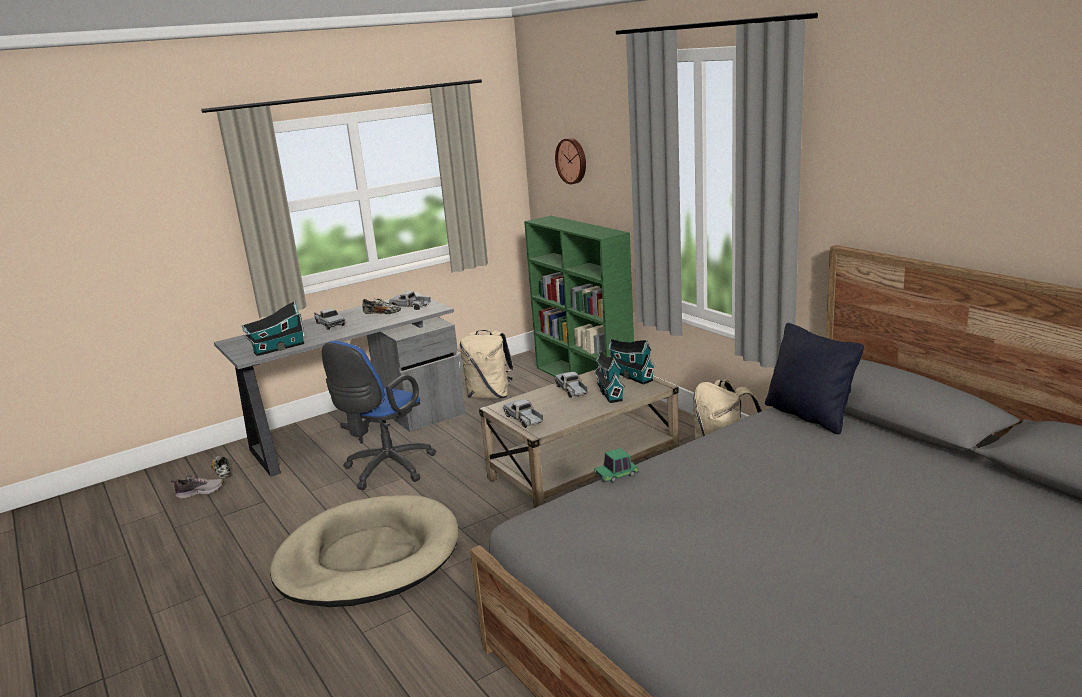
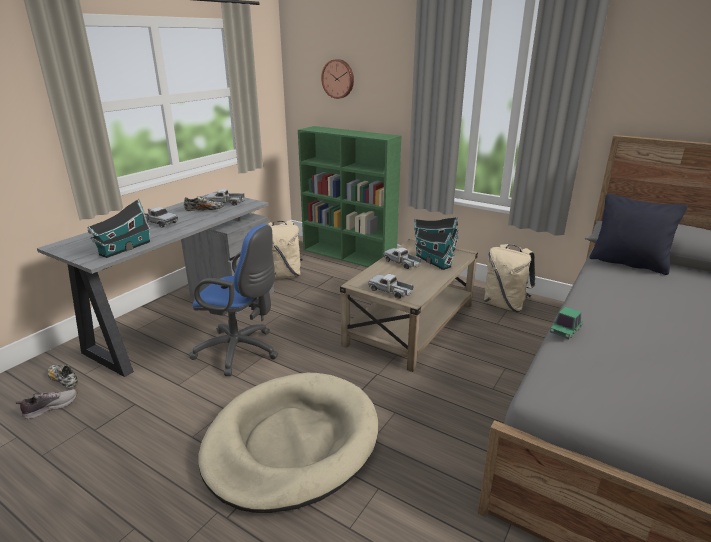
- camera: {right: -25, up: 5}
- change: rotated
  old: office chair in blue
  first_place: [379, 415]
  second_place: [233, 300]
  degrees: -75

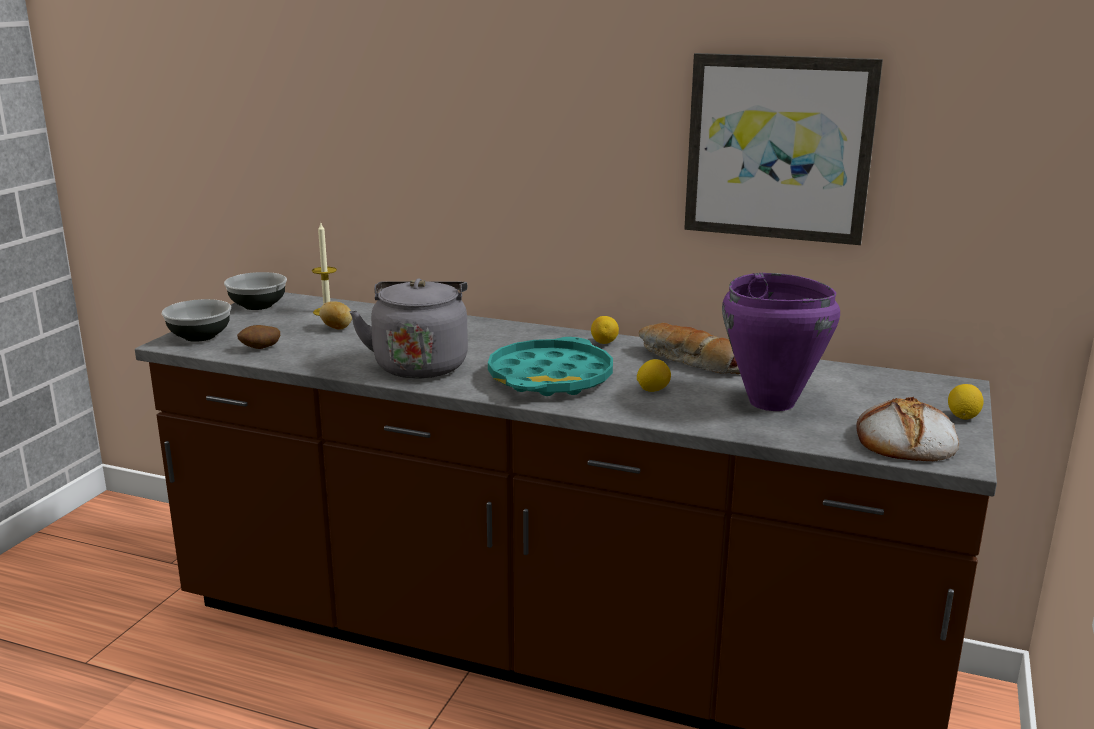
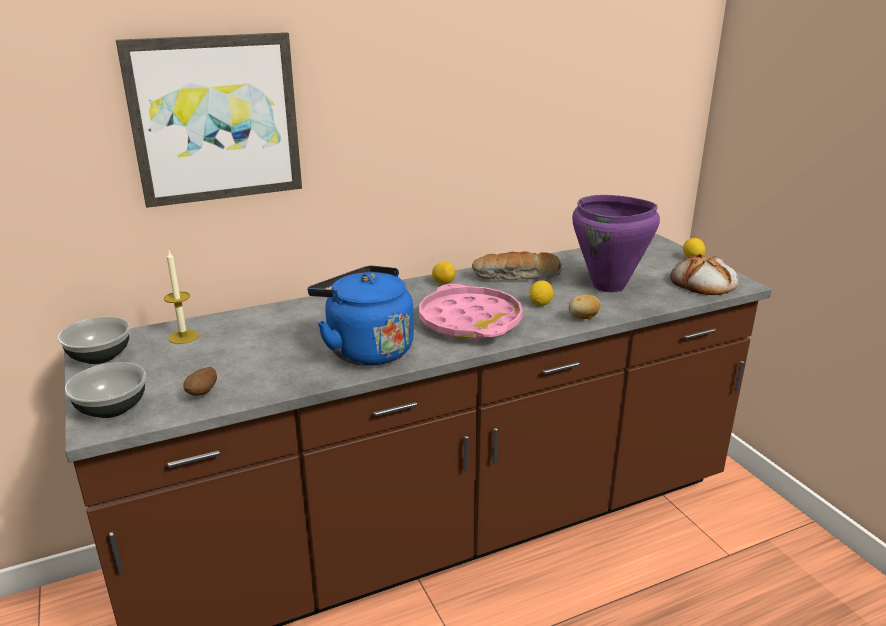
- camera: {right: -45, up: 5}
- change: shifted
  old: picture
  first_place: [783, 149]
  second_place: [209, 120]
- change: repainted
  old: kettle in grey
  new: kettle in blue
  first_place: [409, 328]
  second_place: [361, 315]
- change: repainted
  old: tray in turquoise
  new: tray in pink
  first_place: [550, 366]
  second_place: [471, 312]
- change: shifted
  old: potato
  first_place: [335, 315]
  second_place: [584, 306]

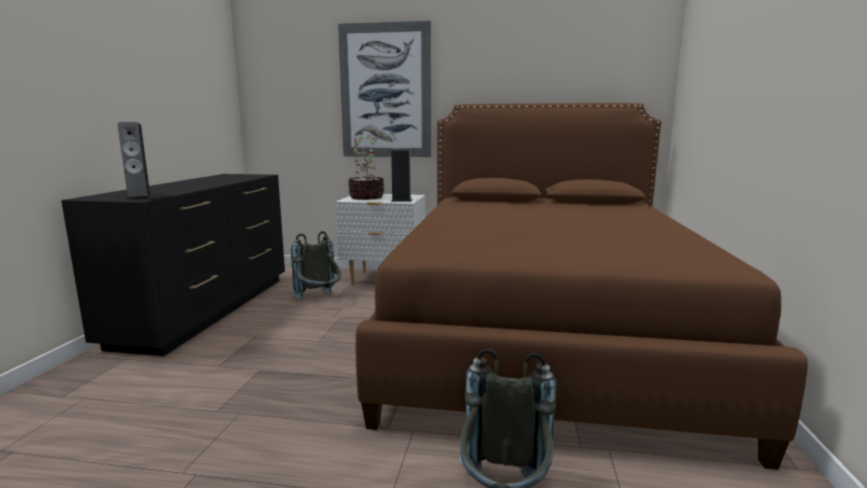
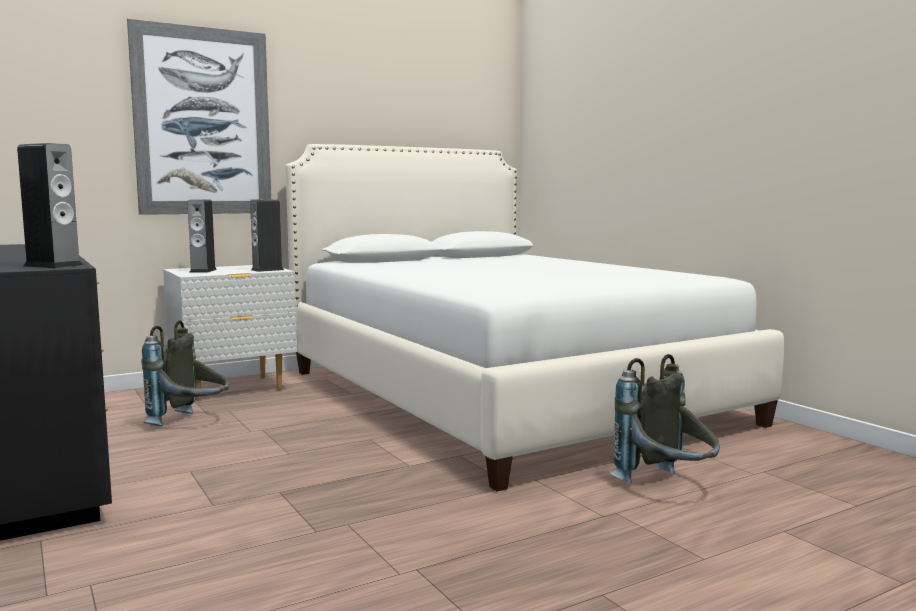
- camera: {right: -40, up: -5}
- change: swapped
  old: potted plant
  new: speaker
  first_place: [366, 167]
  second_place: [202, 235]
- change: repainted
  old: bed in brown
  new: bed in white
  first_place: [582, 286]
  second_place: [535, 318]

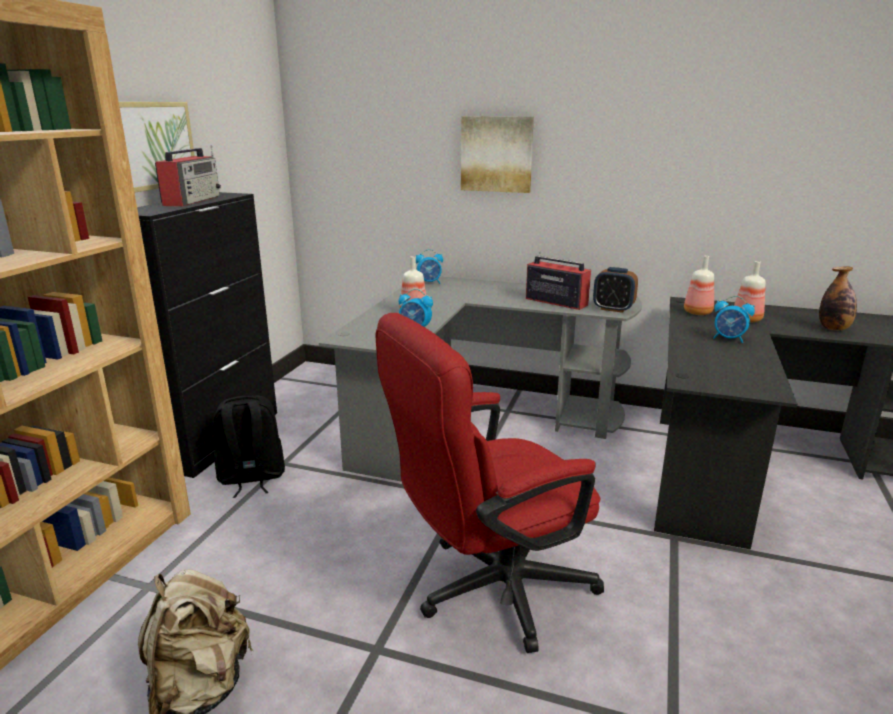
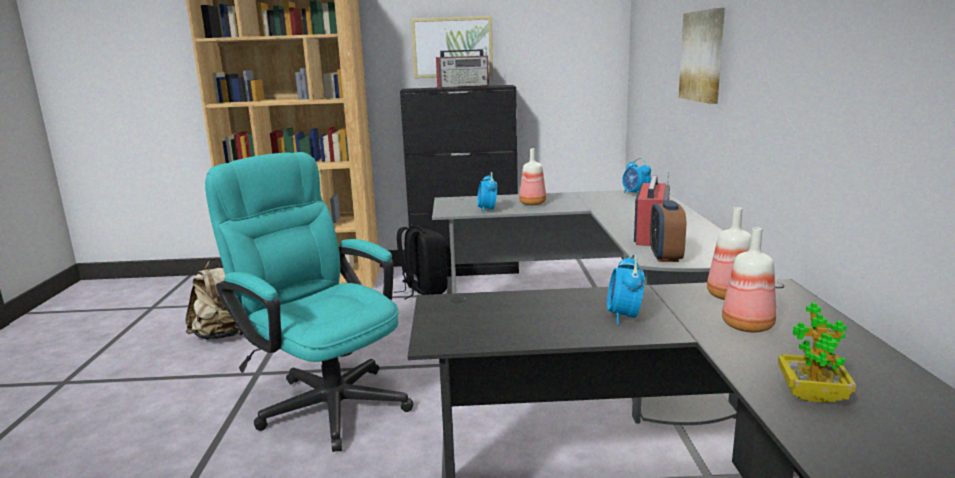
- camera: {right: 70, up: -5}
- change: repainted
  old: office chair in red
  new: office chair in turquoise
  first_place: [490, 483]
  second_place: [309, 302]
- change: swapped
  old: bottle
  new: potted plant
  first_place: [838, 298]
  second_place: [817, 352]

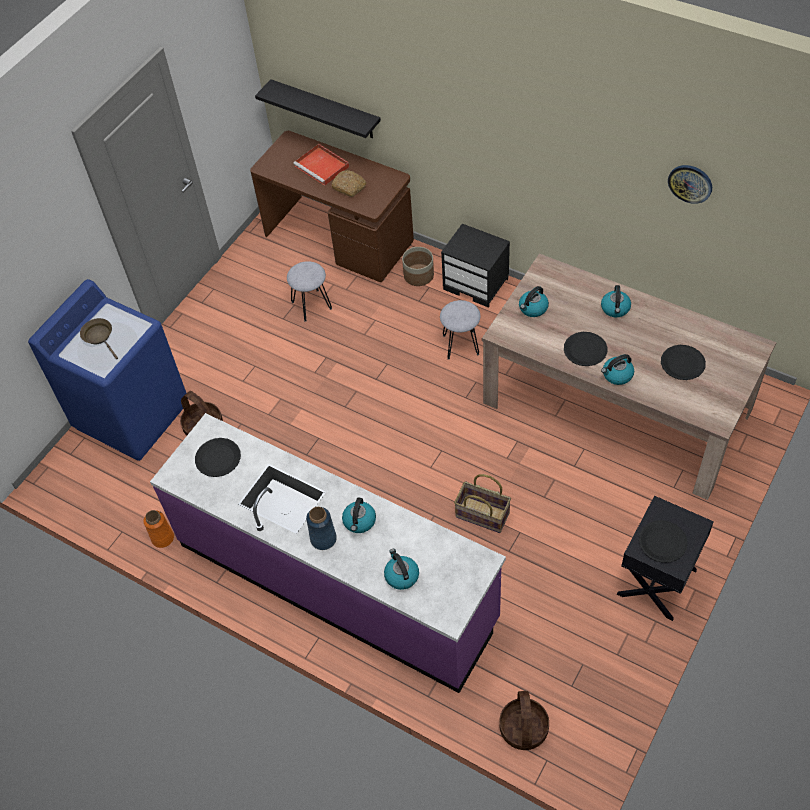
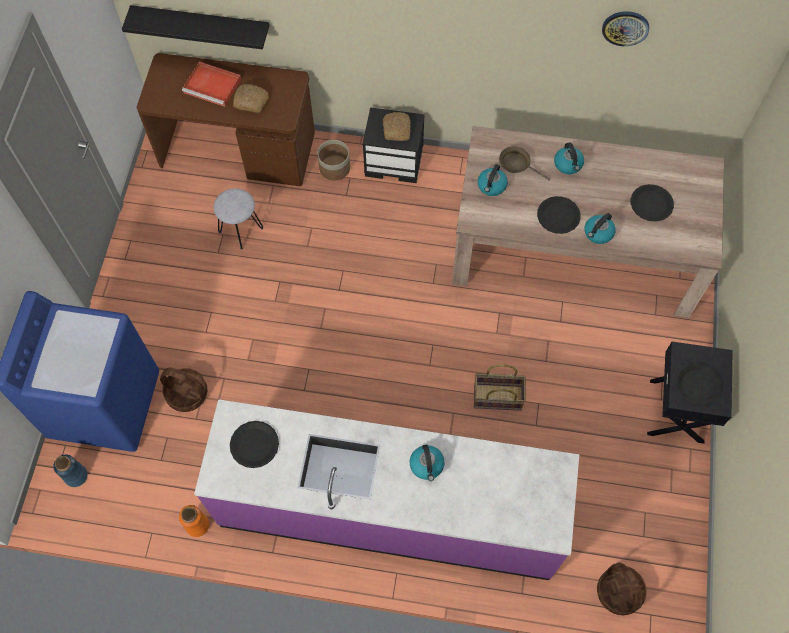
- camera: {right: -25, up: 10}
- change: shifted
  old: vase in blue
  first_place: [321, 528]
  second_place: [70, 471]
- change: new
  new: bread
  second_place: [397, 126]
- change: shifted
  old: frying pan in brown
  first_place: [99, 338]
  second_place: [524, 163]
- change: gone
  old: kettle
  first_place: [401, 569]
- change: gone
  old: stool in grey
  first_place: [460, 330]

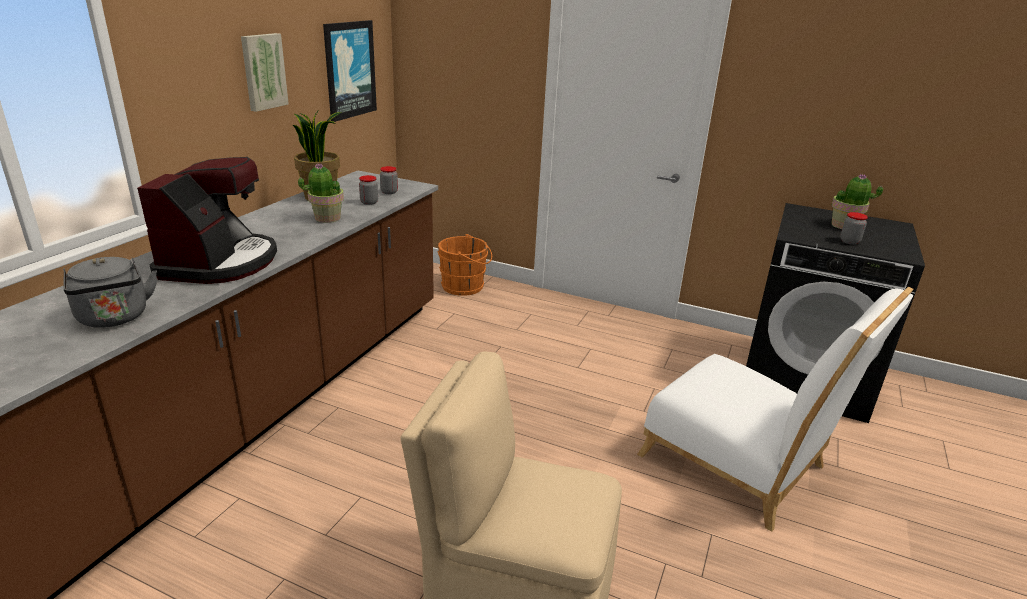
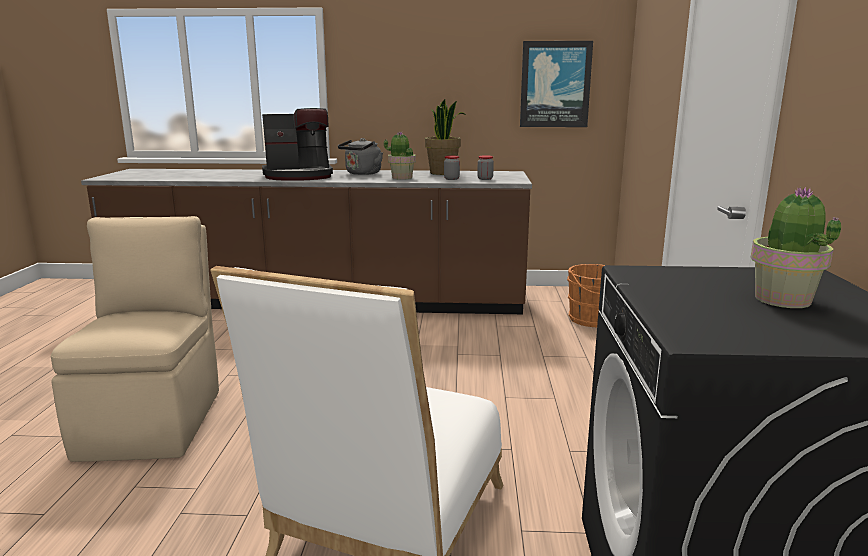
- camera: {right: 70, up: -10}
- change: shifted
  old: kettle in grey
  first_place: [110, 292]
  second_place: [360, 156]
- change: gone
  old: picture
  first_place: [265, 72]
- change: gone
  old: jar
  first_place: [854, 228]

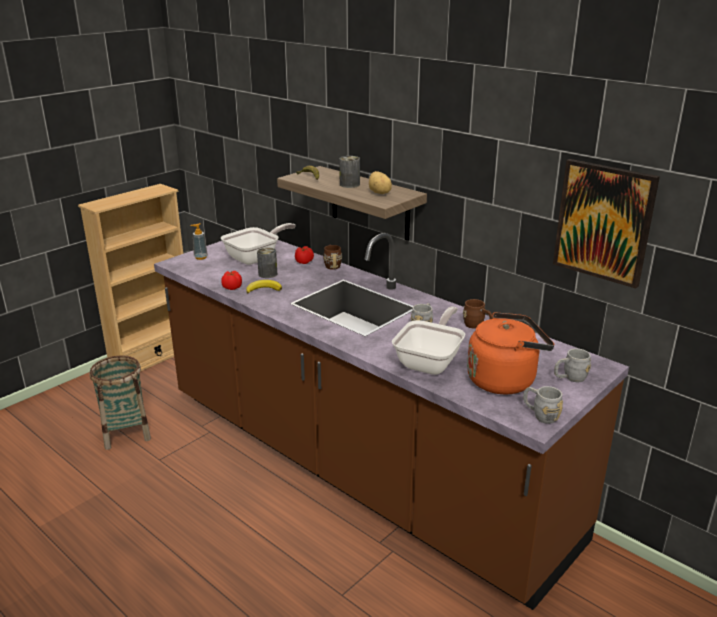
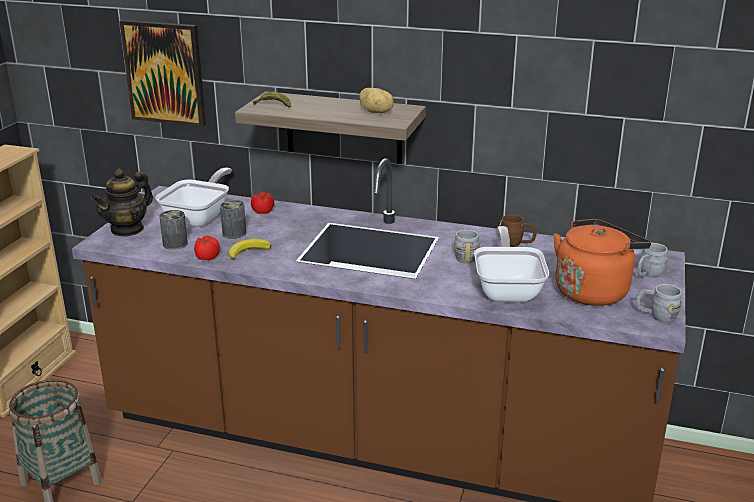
- camera: {right: -25, up: 0}
- change: swapped
  old: soap dispenser
  new: teapot
  first_place: [199, 241]
  second_place: [122, 203]
- change: shifted
  old: picture
  first_place: [606, 223]
  second_place: [162, 73]
- change: shifted
  old: can
  first_place: [349, 172]
  second_place: [173, 230]
- change: gone
  old: mug in brown
  first_place: [332, 257]

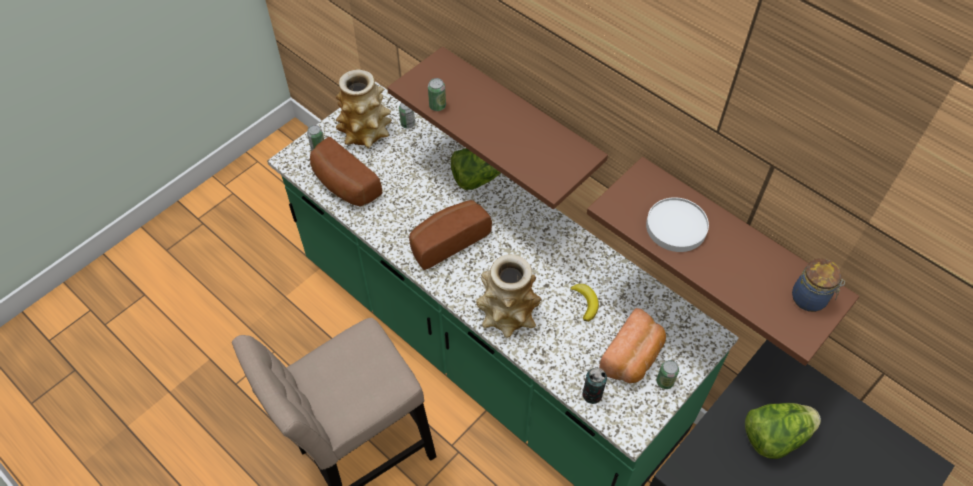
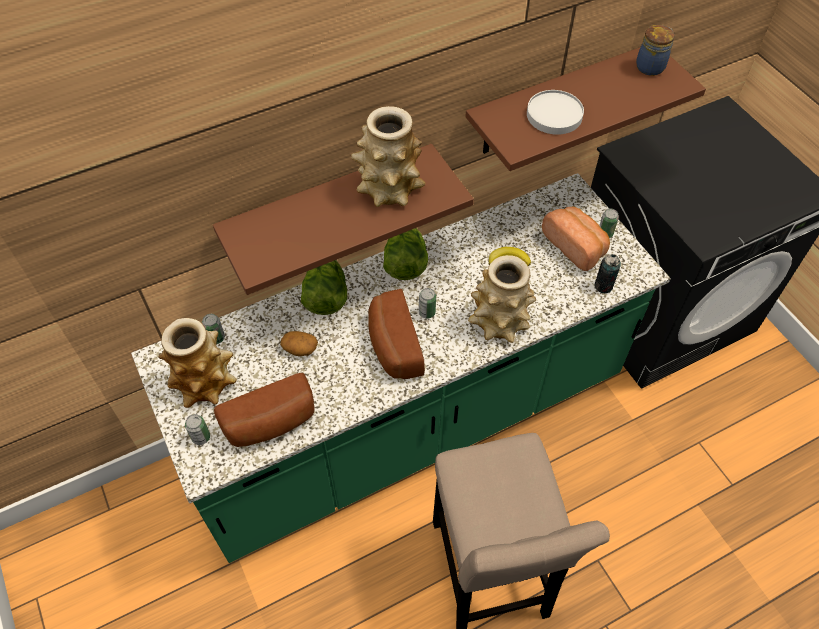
- camera: {right: -70, up: 0}
- change: new
  new: potato
  second_place: [299, 343]
- change: new
  new: vase
  second_place: [388, 156]
- change: shifted
  old: lettuce
  first_place: [783, 431]
  second_place: [405, 254]
- change: shifted
  old: can
  first_place: [437, 94]
  second_place: [427, 303]

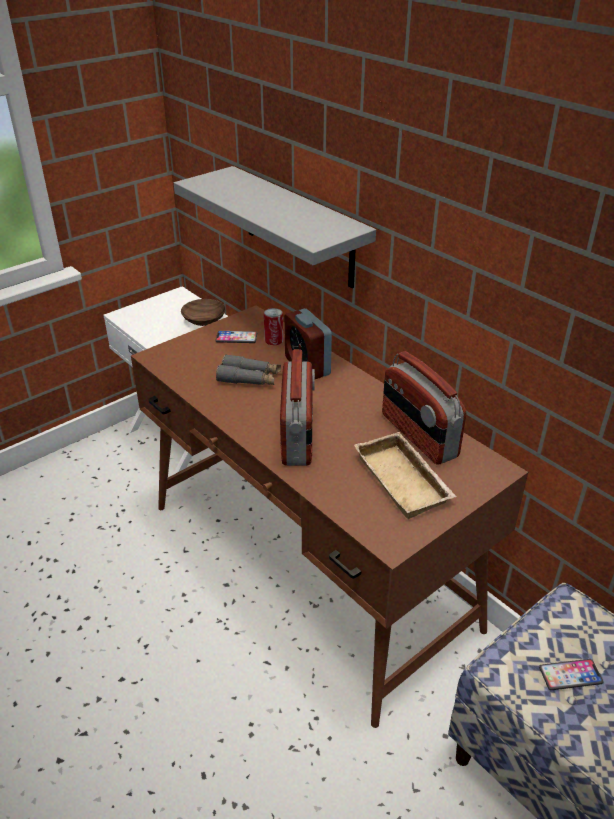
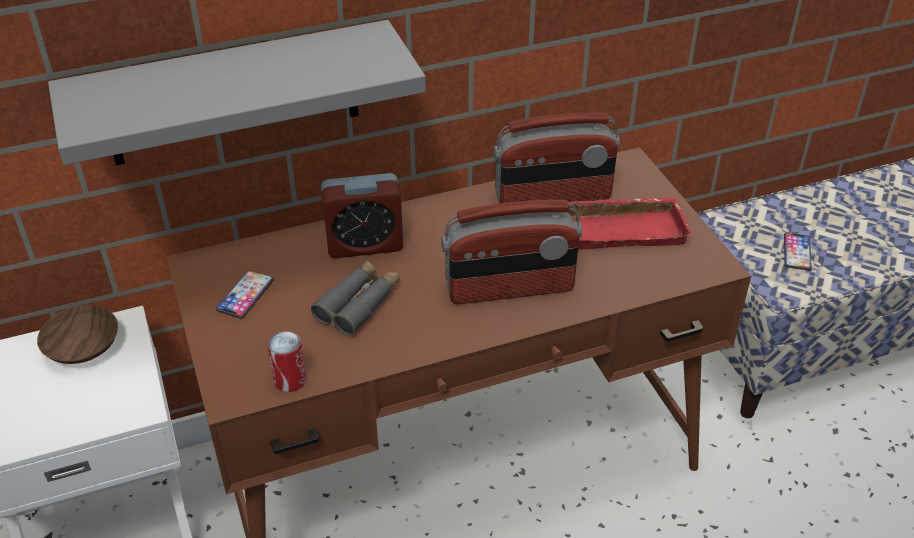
- camera: {right: -70, up: 5}
- change: shifted
  old: can
  first_place: [274, 326]
  second_place: [286, 361]
- change: rotated
  old: radio
  first_place: [297, 407]
  second_place: [511, 252]
  degrees: 150
- change: repainted
  old: tray in beige
  new: tray in red
  first_place: [405, 475]
  second_place: [630, 223]

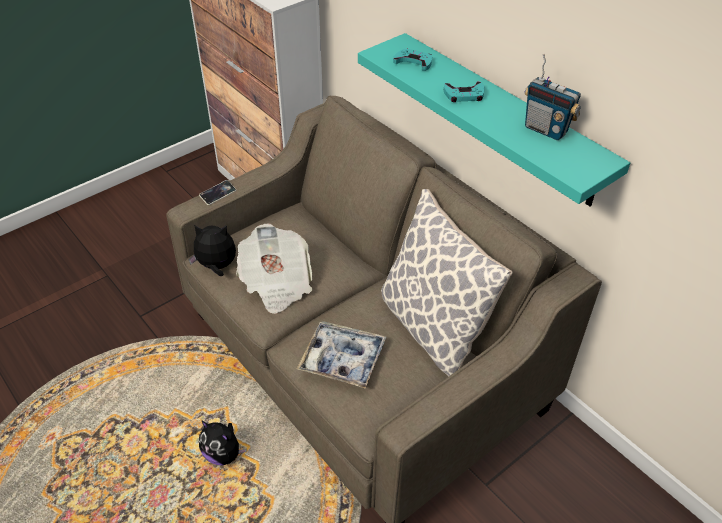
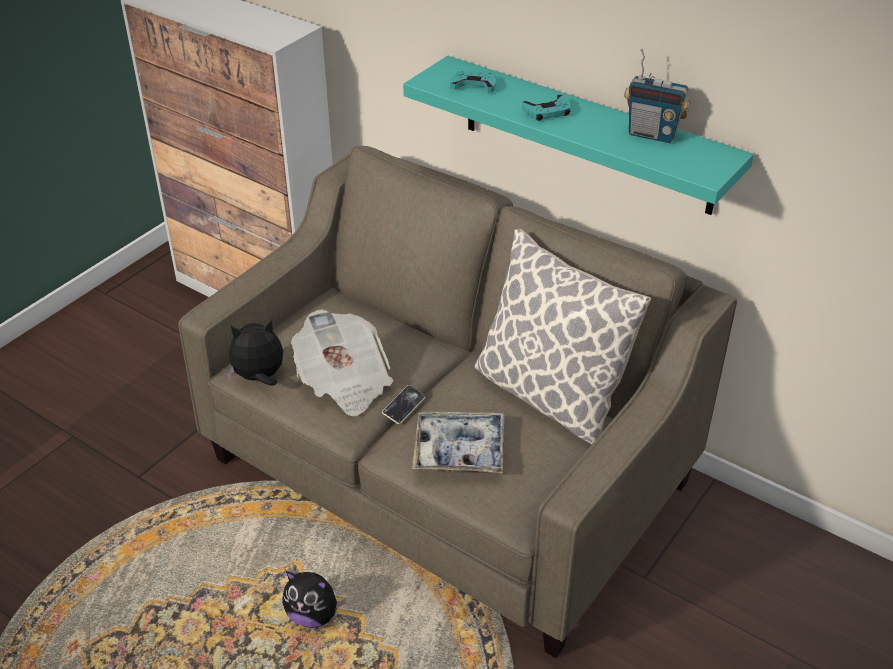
- camera: {right: -15, up: -5}
- change: shifted
  old: phone
  first_place: [217, 192]
  second_place: [403, 404]

